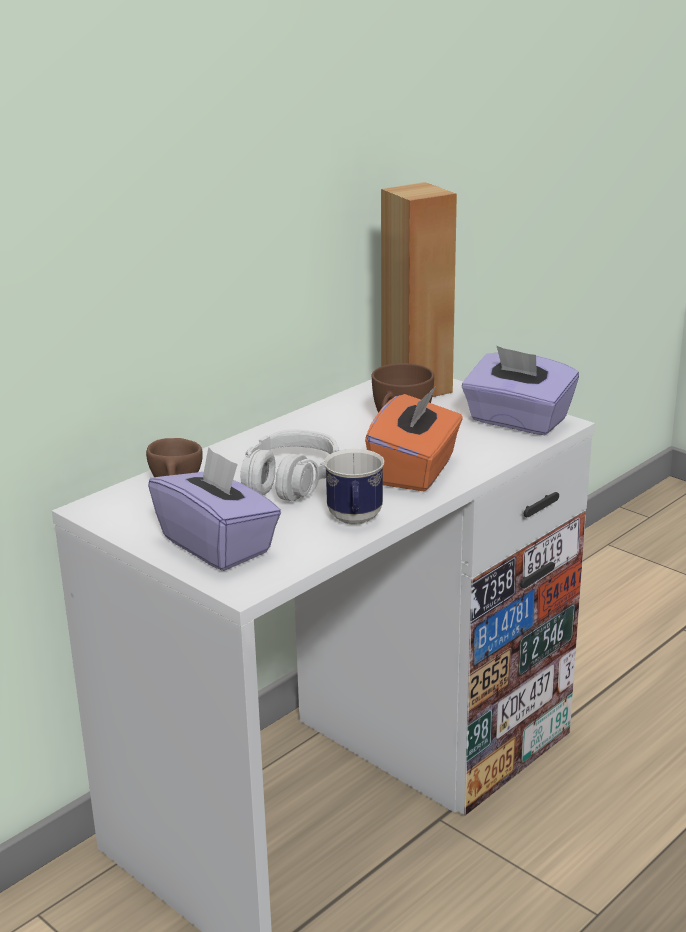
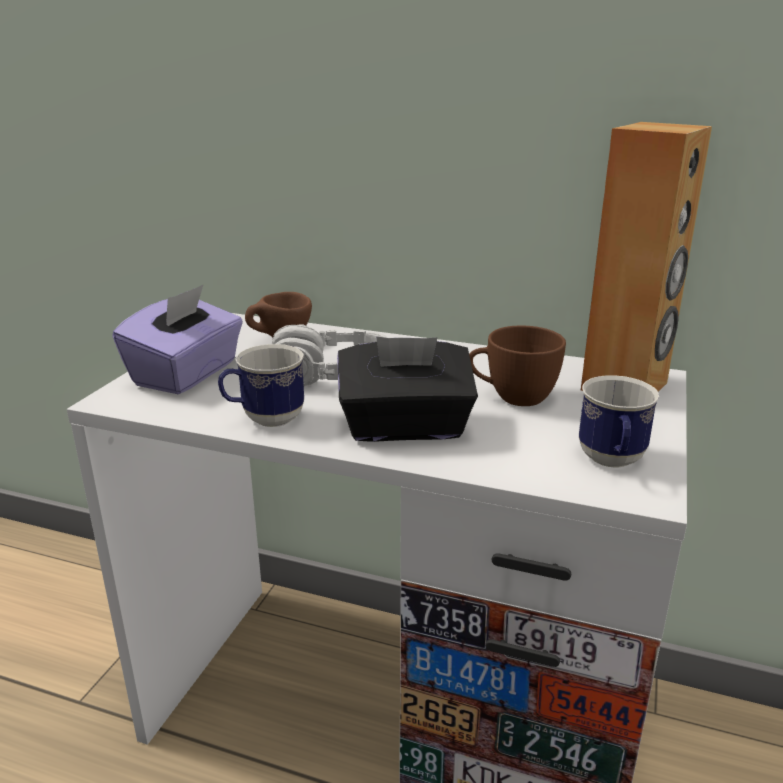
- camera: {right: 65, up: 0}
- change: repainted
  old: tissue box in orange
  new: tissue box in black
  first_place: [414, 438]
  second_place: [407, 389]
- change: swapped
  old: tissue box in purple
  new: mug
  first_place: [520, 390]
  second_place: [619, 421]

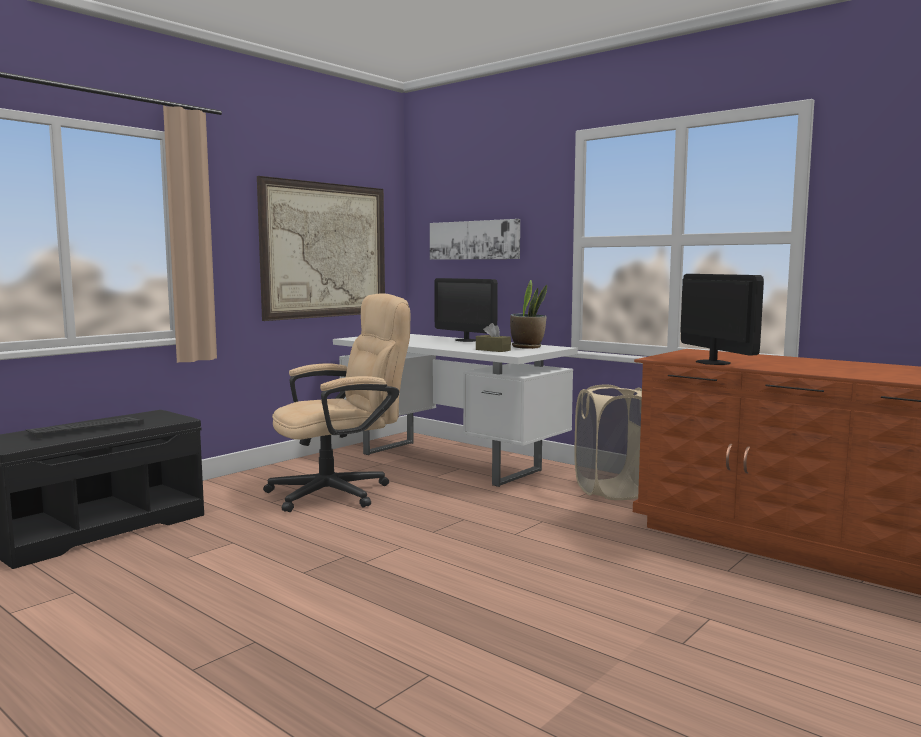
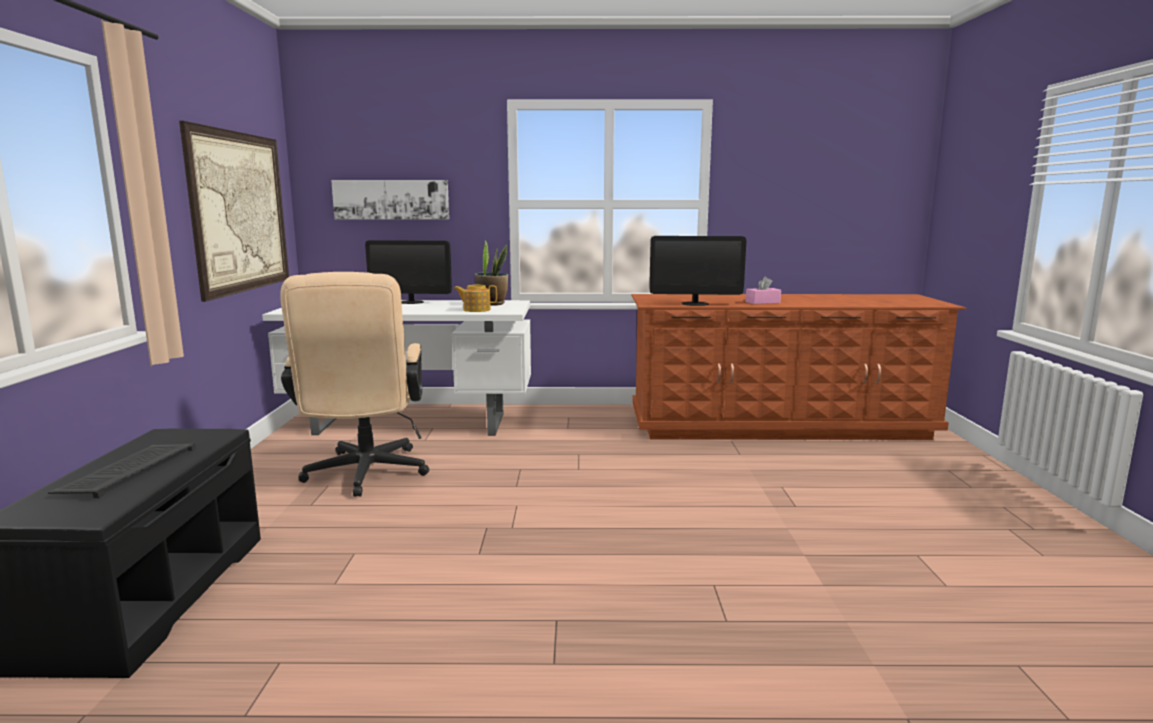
- camera: {right: -40, up: 5}
- change: rotated
  old: office chair in beige
  first_place: [336, 402]
  second_place: [354, 384]
  degrees: 150
- change: swapped
  old: tissue box in brown
  new: teapot
  first_place: [493, 337]
  second_place: [475, 298]
- change: rotated
  old: monitor
  first_place: [722, 319]
  second_place: [697, 271]
  degrees: 150
- change: new
  new: tissue box in pink
  second_place: [763, 290]
- change: gone
  old: laundry basket in beige
  first_place: [608, 442]

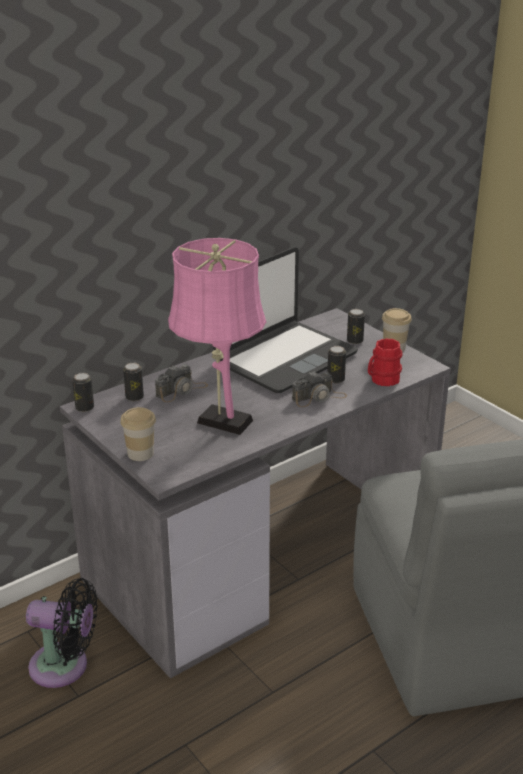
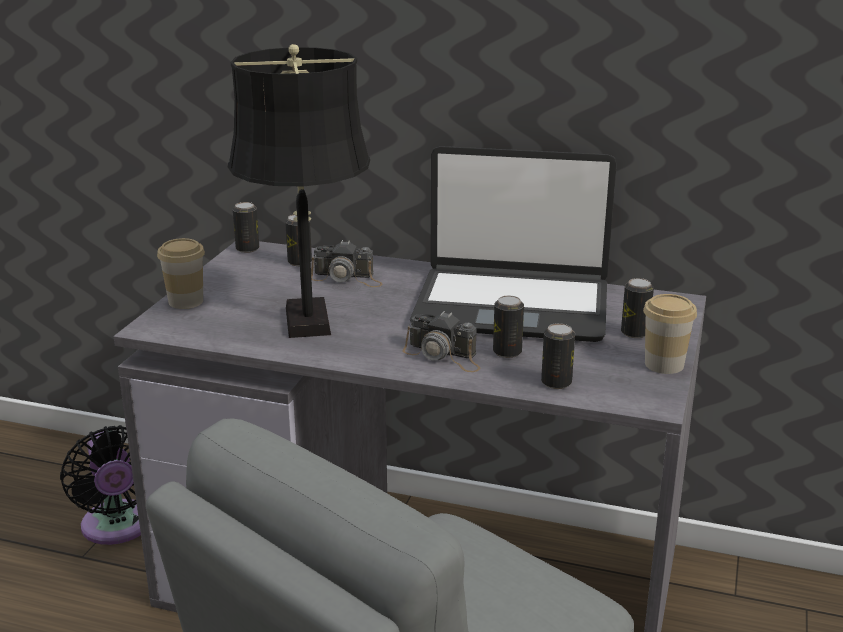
- camera: {right: 55, up: -5}
- change: repainted
  old: table lamp in pink
  new: table lamp in black
  first_place: [217, 336]
  second_place: [299, 191]
- change: swapped
  old: mug in red
  new: can
  first_place: [385, 362]
  second_place: [558, 356]

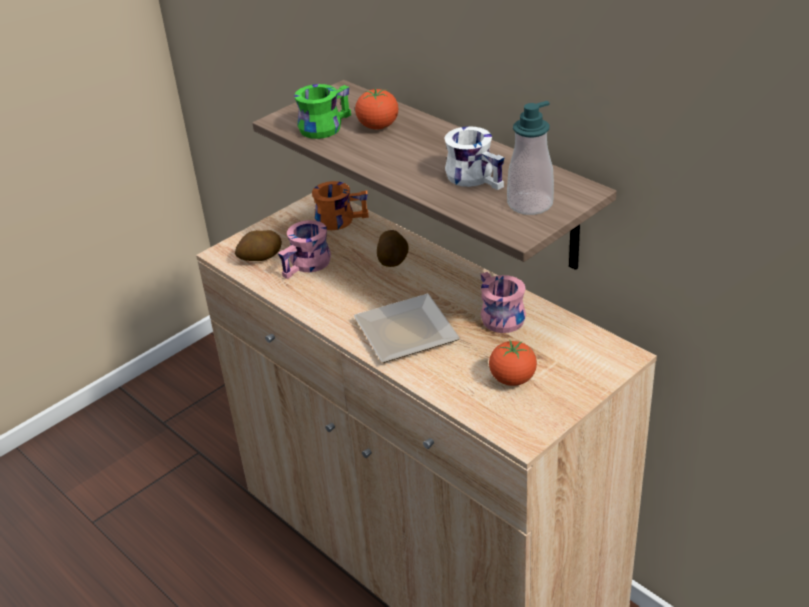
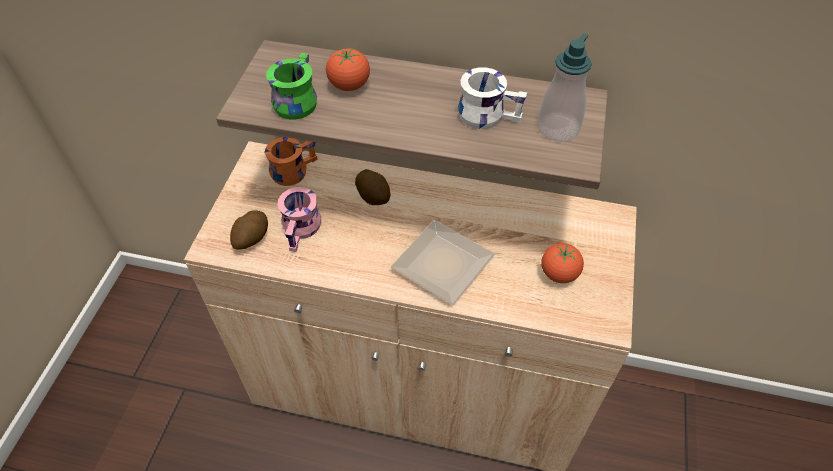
- camera: {right: -35, up: 15}
- change: gone
  old: mug in pink
  first_place: [503, 302]

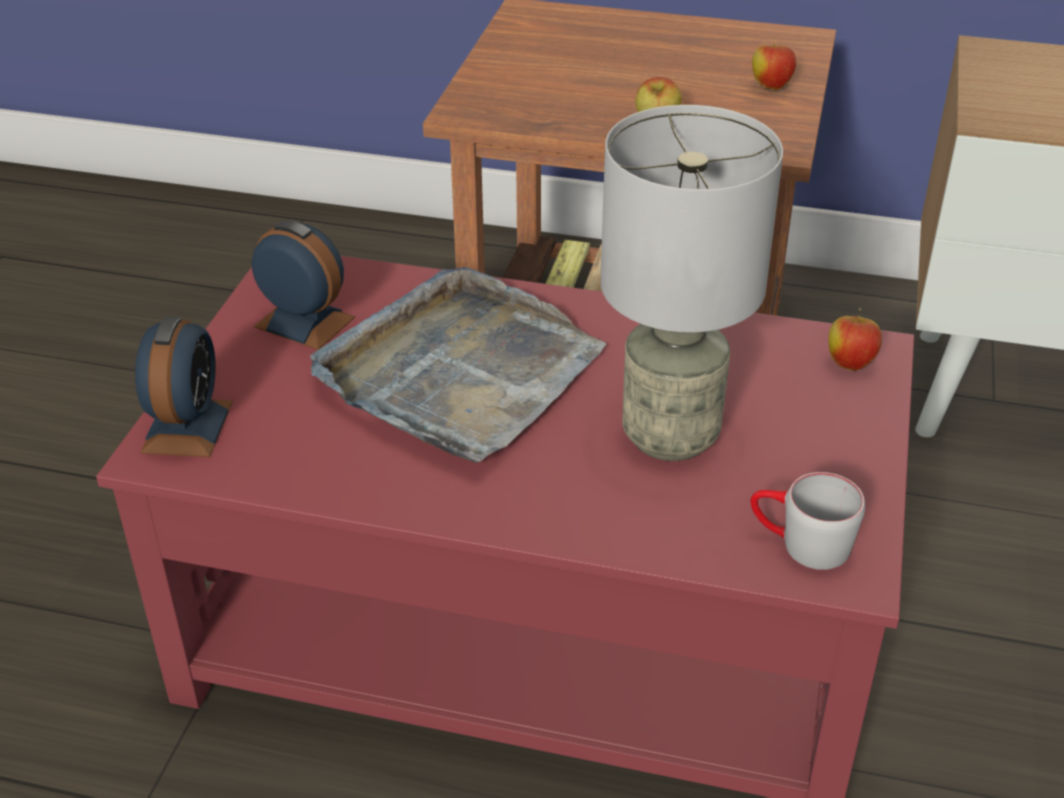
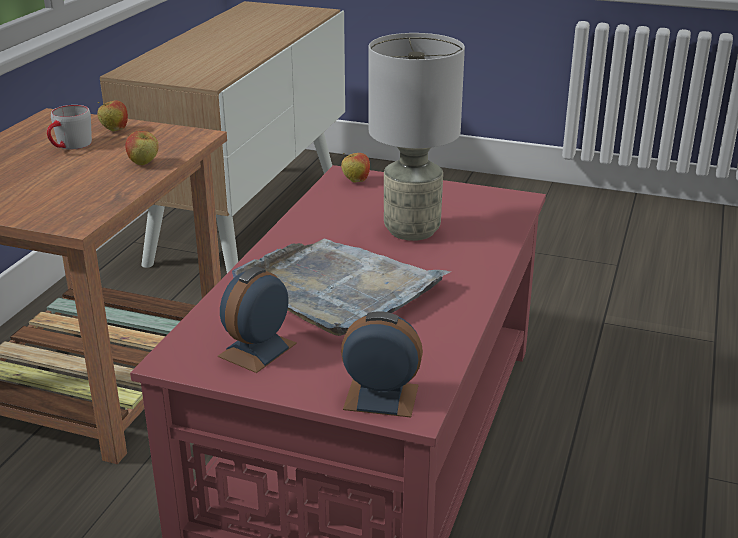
- camera: {right: -85, up: -10}
- change: shifted
  old: mug in grey
  first_place: [807, 521]
  second_place: [69, 127]

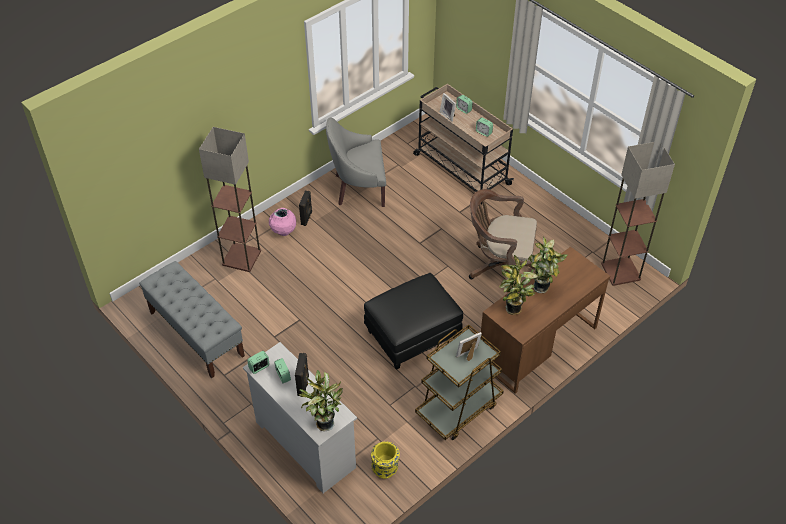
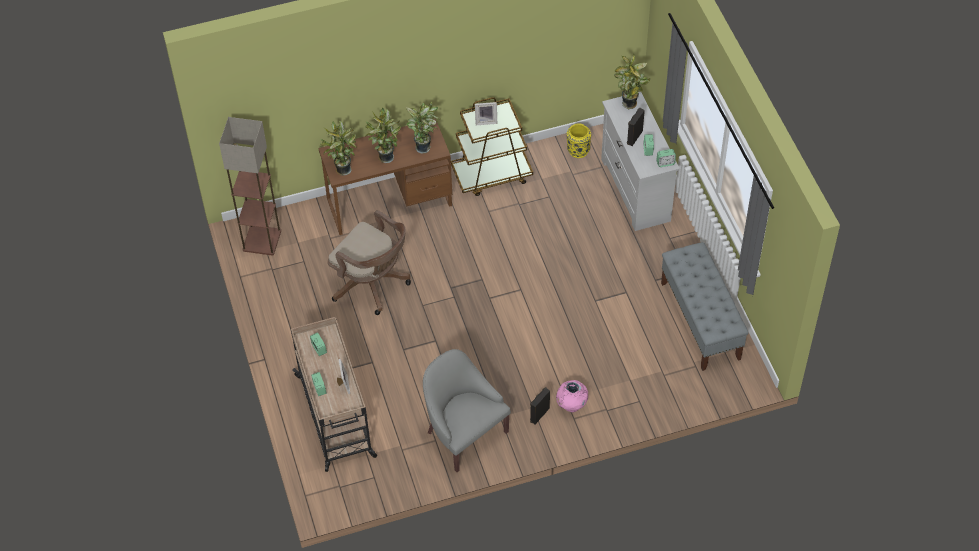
- camera: {right: -155, up: 5}
- change: new
  new: potted plant
  second_place: [338, 148]
- change: rotated
  old: armchair in grey
  first_place: [356, 162]
  second_place: [467, 410]
  degrees: -150
- change: gone
  old: floor lamp
  first_place: [230, 199]
- change: gone
  old: ottoman in black
  first_place: [413, 321]

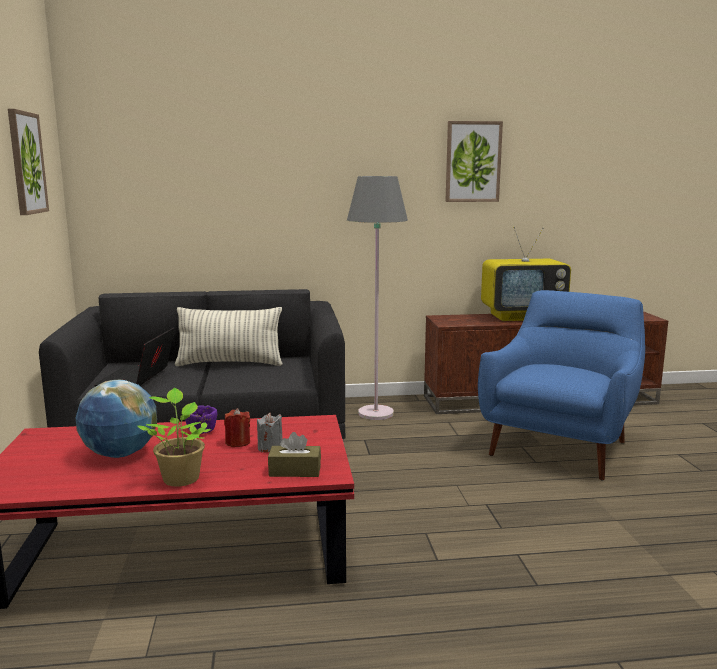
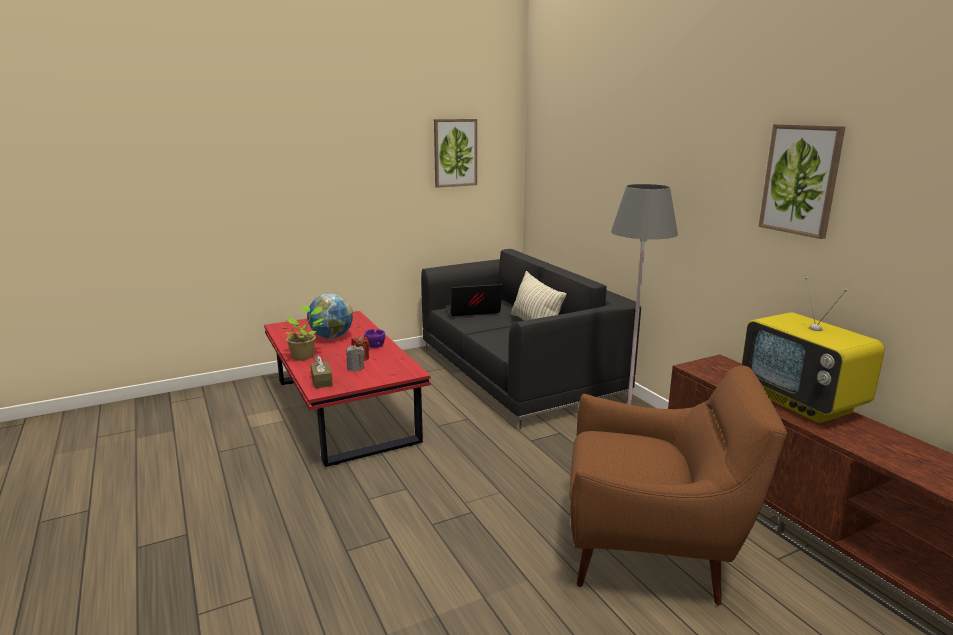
- camera: {right: 70, up: 5}
- change: repainted
  old: armchair in blue
  new: armchair in brown
  first_place: [561, 385]
  second_place: [678, 485]

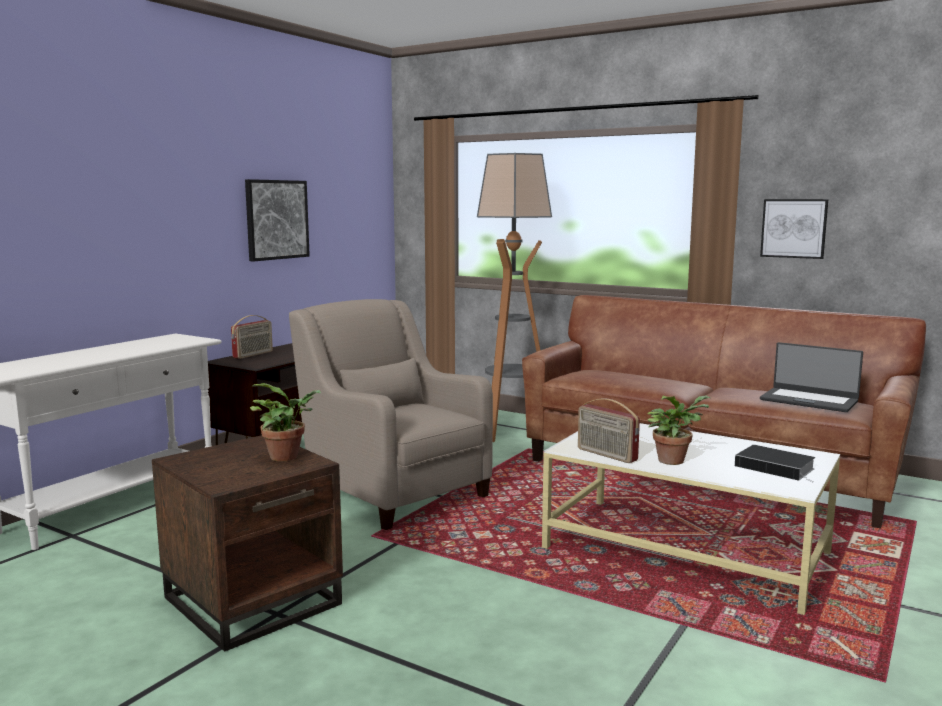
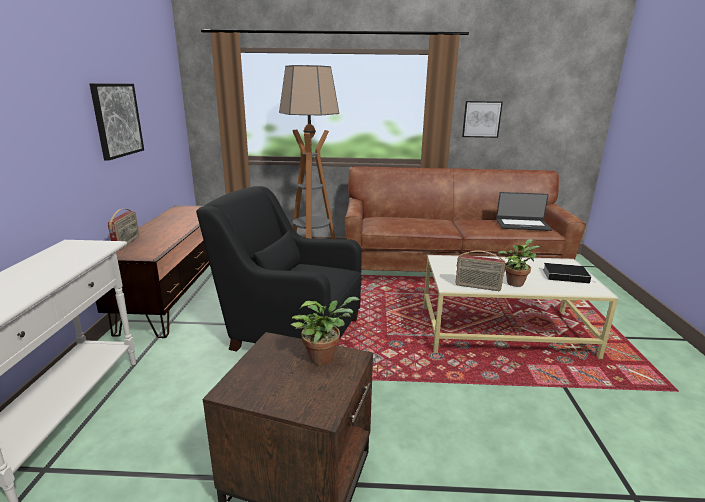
- camera: {right: -30, up: 10}
- change: repainted
  old: armchair in beige
  new: armchair in black
  first_place: [391, 414]
  second_place: [278, 269]

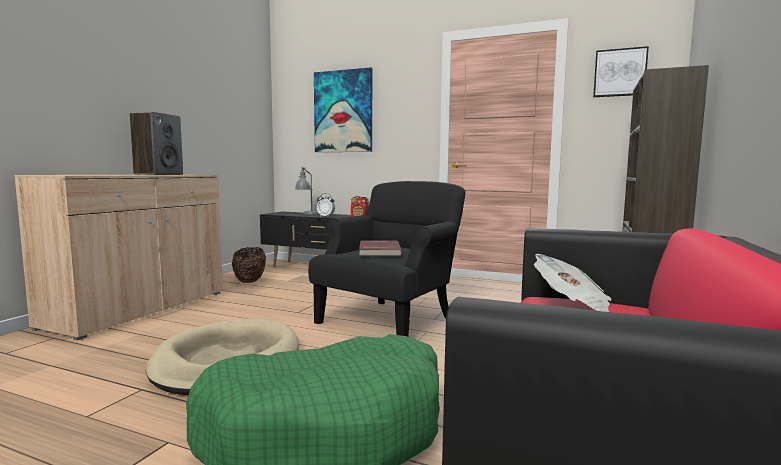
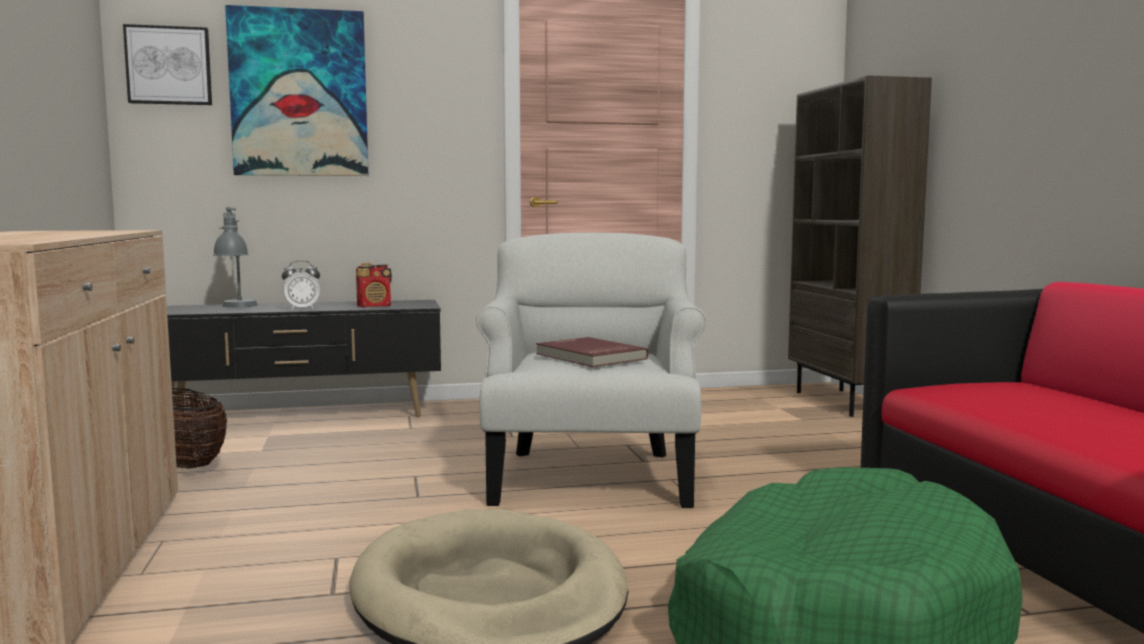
- camera: {right: -35, up: 0}
- change: shifted
  old: picture
  first_place: [621, 71]
  second_place: [167, 64]
- change: repainted
  old: armchair in black
  new: armchair in white
  first_place: [387, 259]
  second_place: [591, 370]
- change: gone
  old: speaker
  first_place: [156, 143]
- change: gone
  old: newspaper
  first_place: [572, 283]

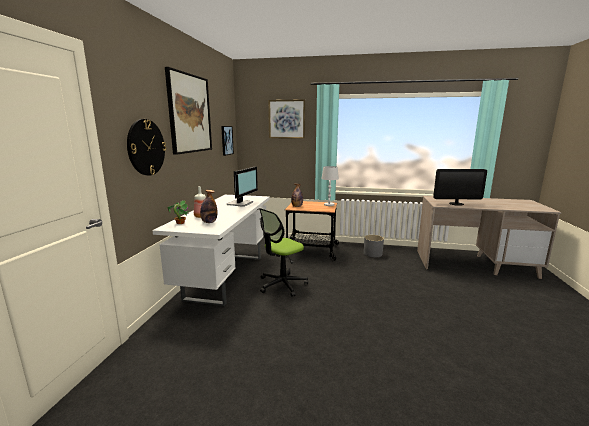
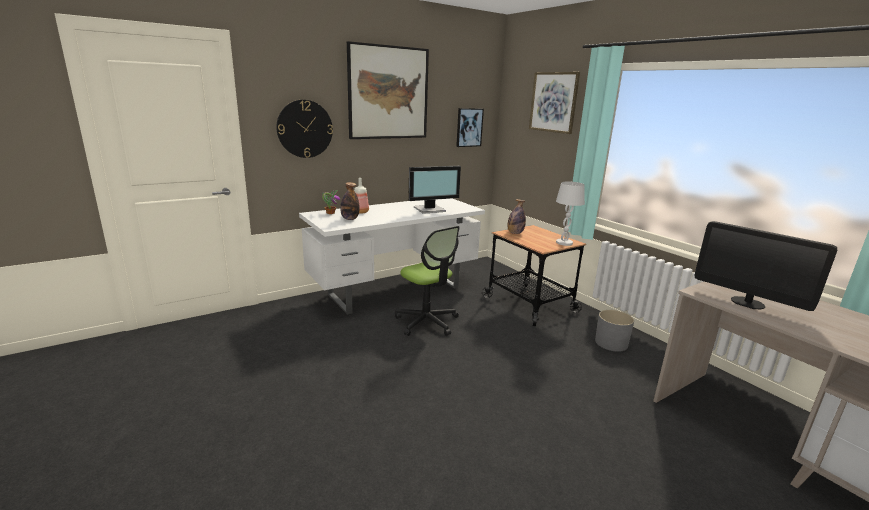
- camera: {right: 45, up: 5}
- change: rotated
  old: office chair
  first_place: [283, 252]
  second_place: [427, 281]
  degrees: -135

